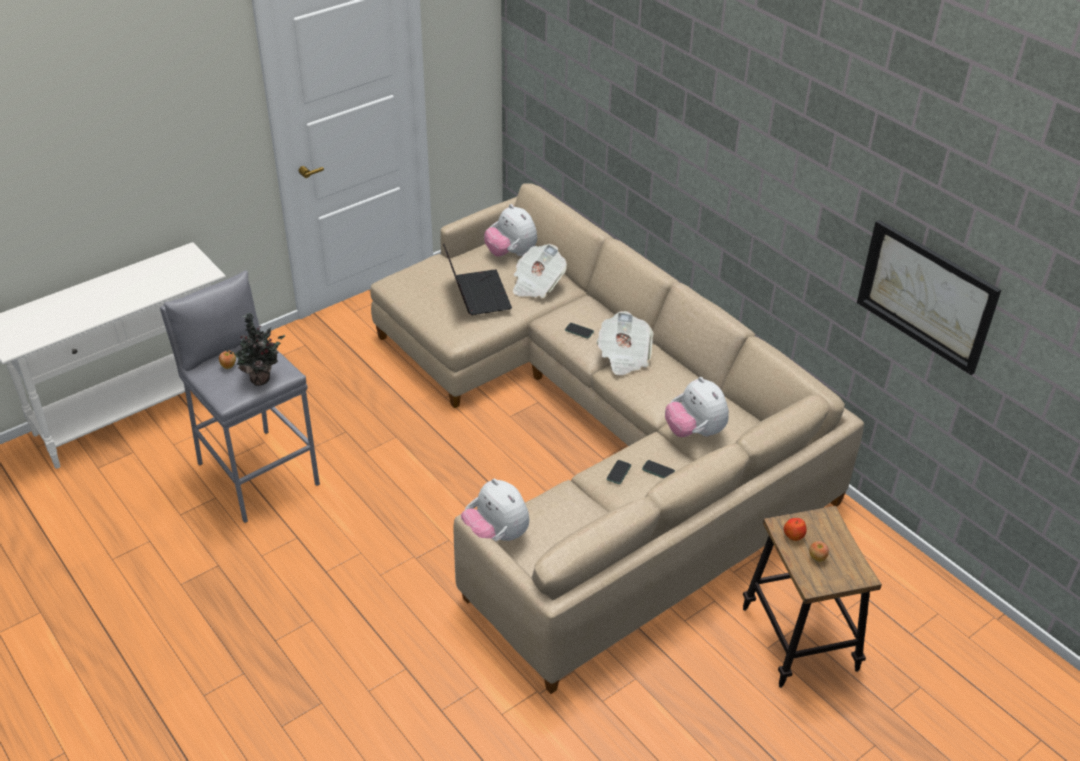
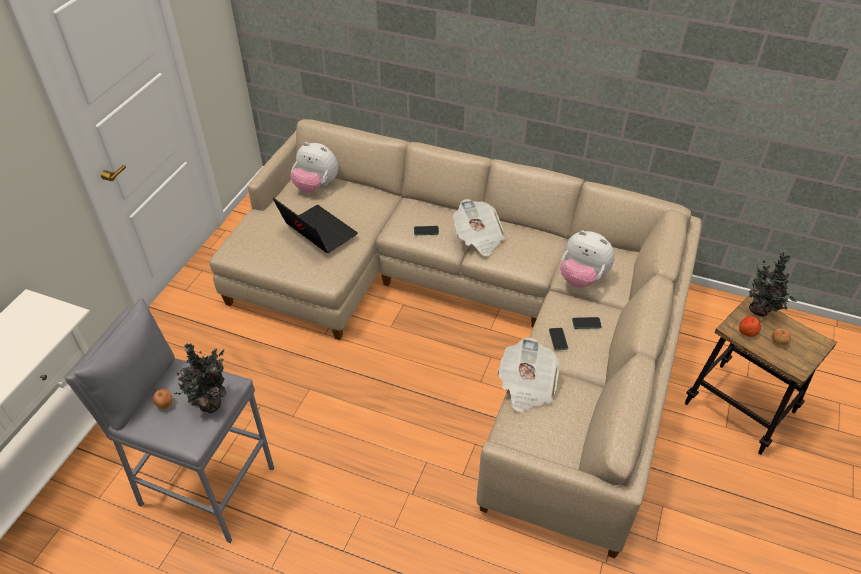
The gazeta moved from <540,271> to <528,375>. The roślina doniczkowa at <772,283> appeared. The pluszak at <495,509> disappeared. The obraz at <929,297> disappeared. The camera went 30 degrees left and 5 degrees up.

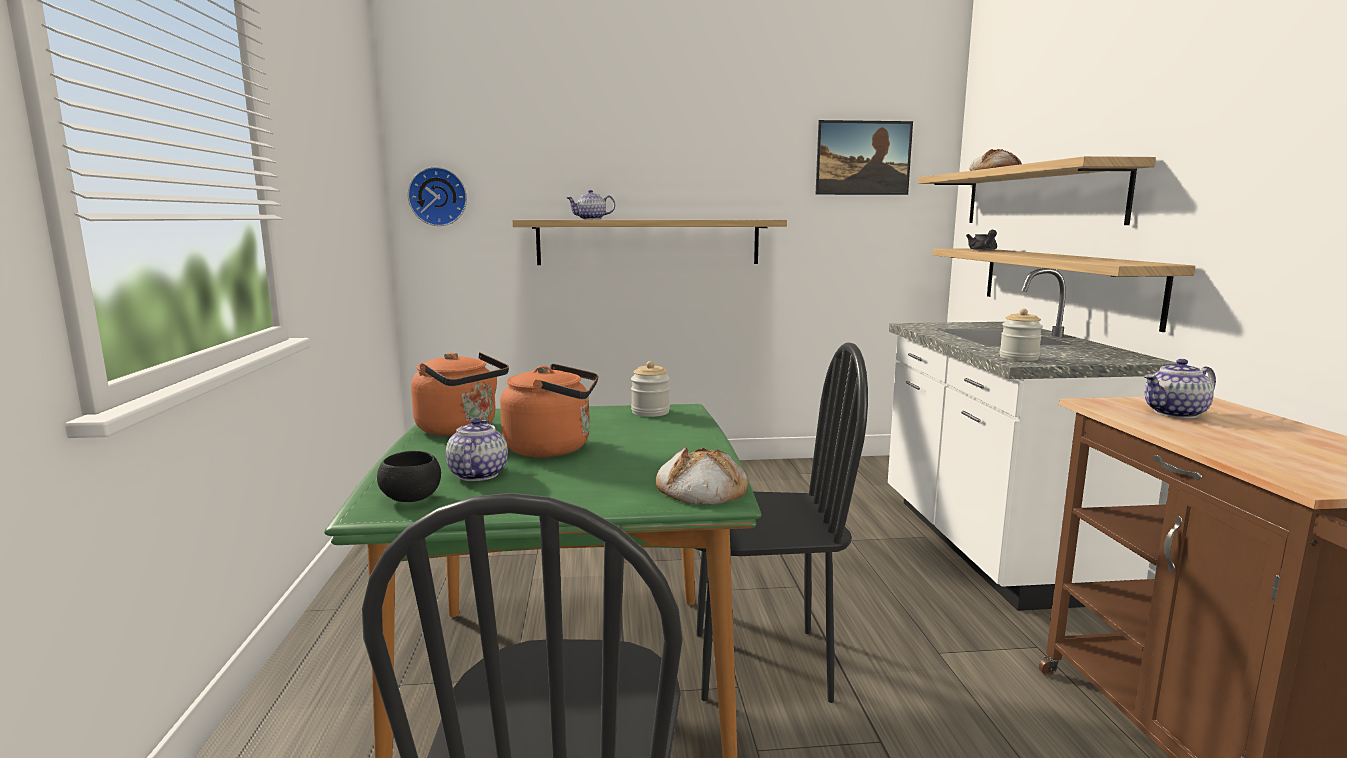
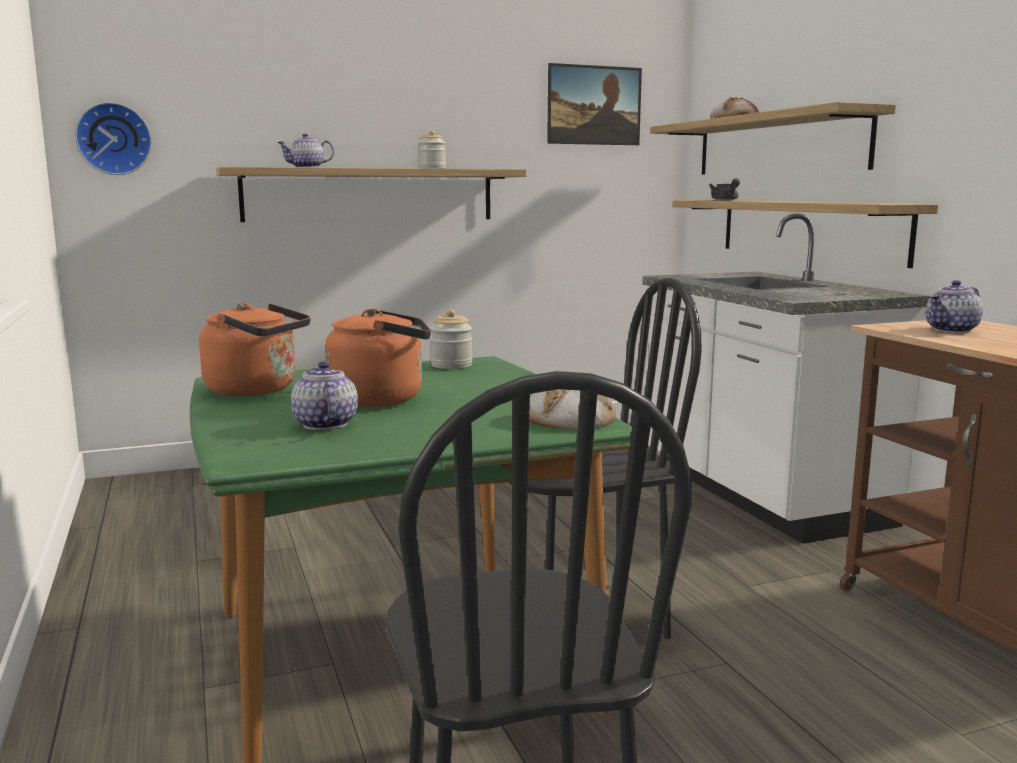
The słoik moved from <1021,335> to <432,149>. The miska (czarny) at <409,476> disappeared. The camera went 15 degrees left and 0 degrees up.

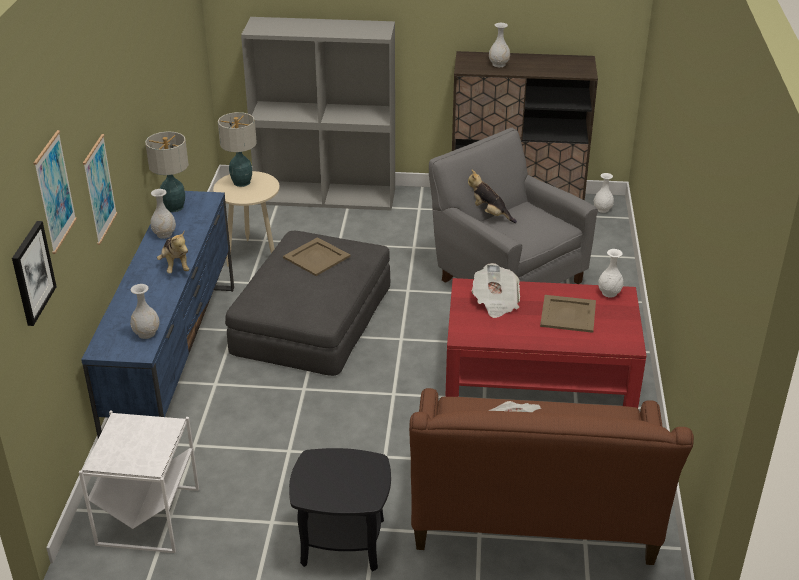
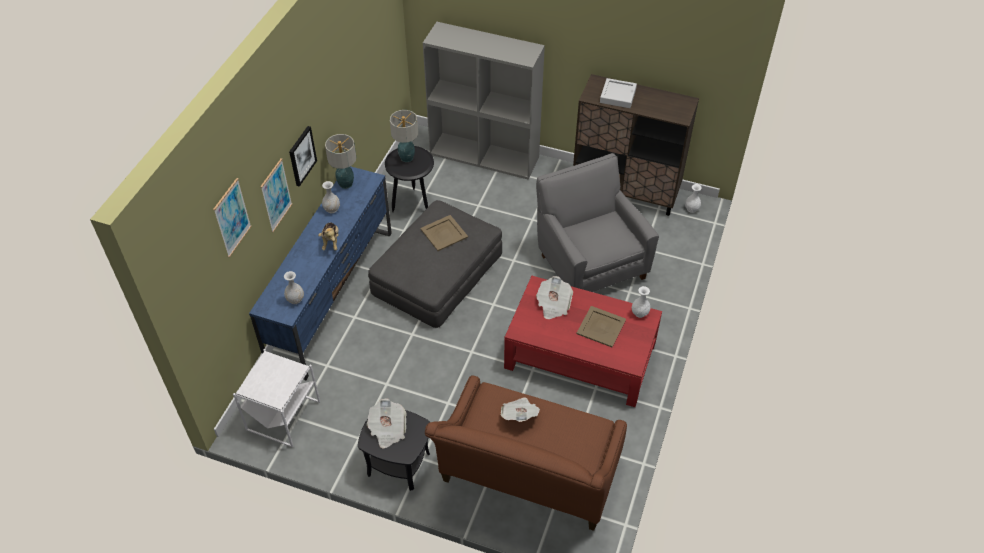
The obraz moved from <34,273> to <303,156>. The gazeta at <386,423> appeared. The stolik (beżowy) at <246,219> became the stolik (czarny) at <409,179>. The wazon (biały) at <499,45> was replaced by the taca (szary) at <618,93>. The pluszak at <492,196> disappeared. The camera went 15 degrees right and 15 degrees up.

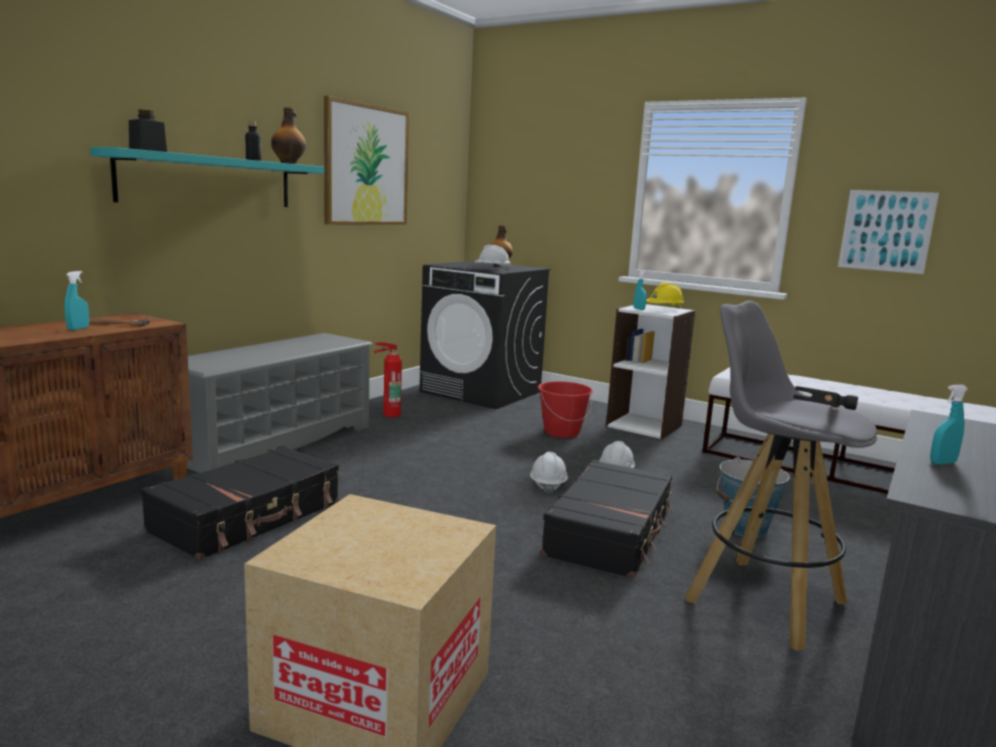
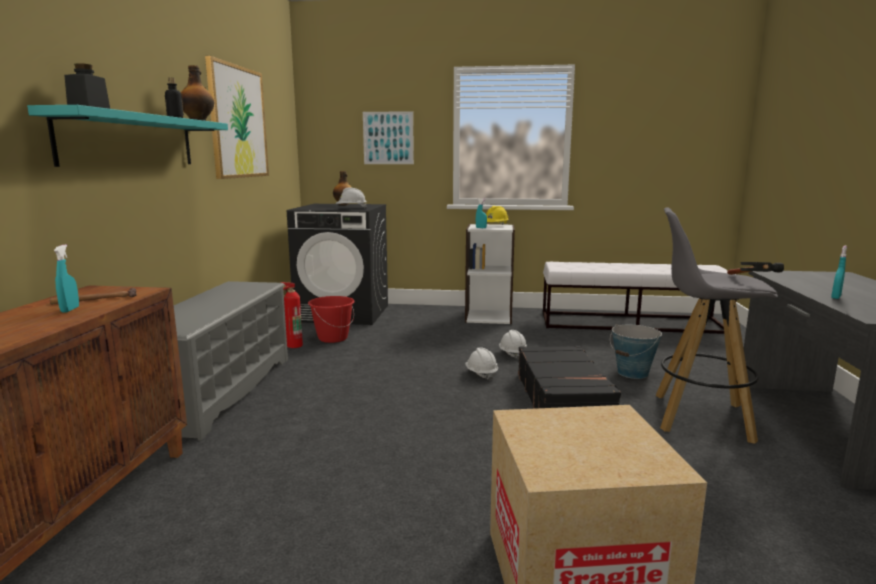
The wiadro (czerwony) moved from <565,409> to <331,319>. The obraz moved from <888,232> to <388,137>. The walizka (czarny) at <240,503> disappeared. The camera went 25 degrees left and 0 degrees up.

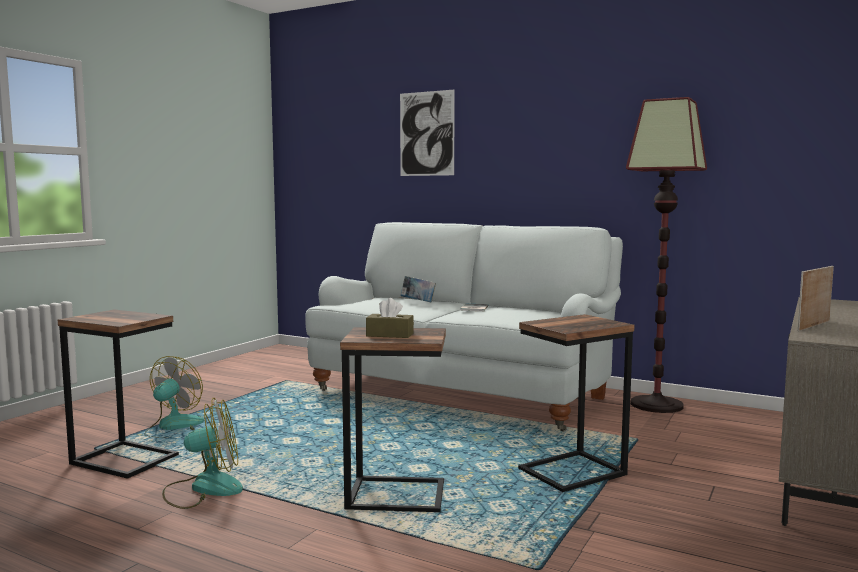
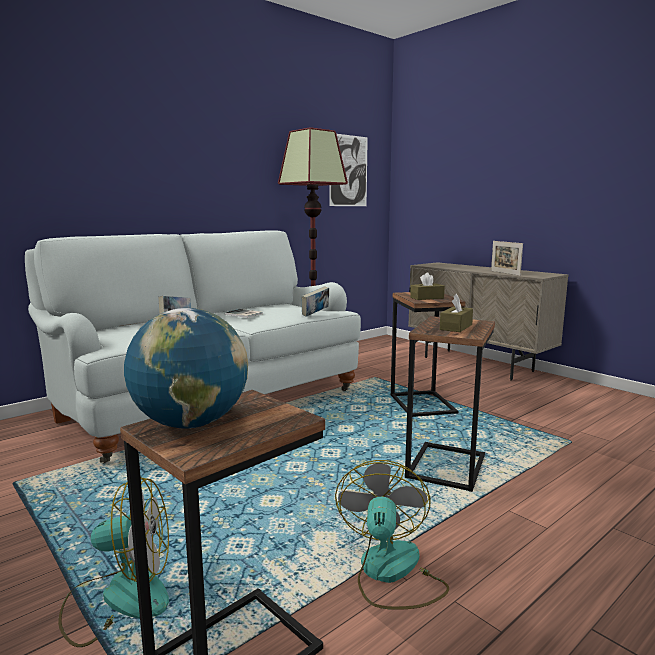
The wentylator at <174,397> turned 135 degrees clockwise. The globus at <186,368> appeared. The książka at <315,301> appeared. The obraz moved from <427,133> to <348,170>. The pudełko chusteczek (brązowy) at <427,286> appeared. The camera went 70 degrees left and 5 degrees up.

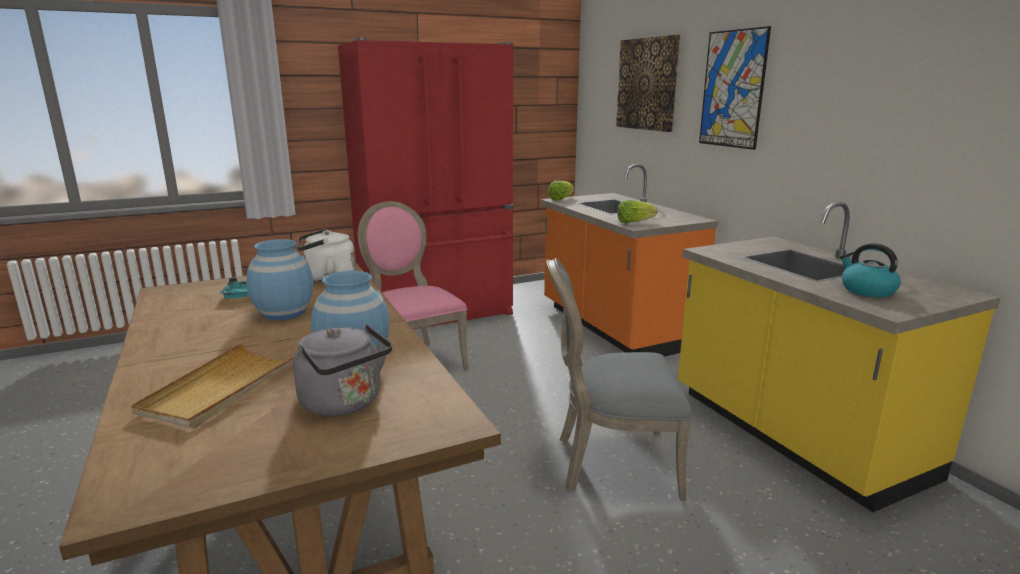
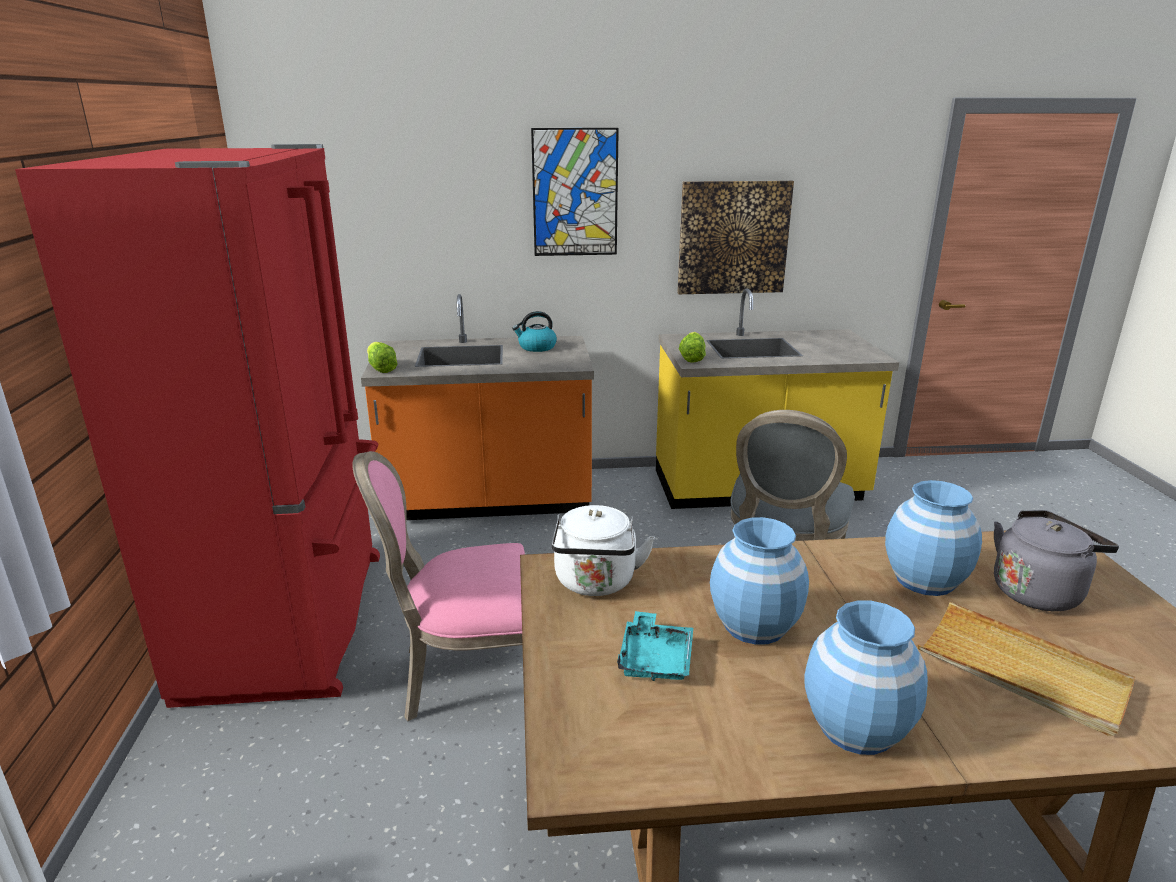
The czajnik moved from <870,270> to <534,331>. The obraz moved from <648,83> to <735,237>. The sałata moved from <637,211> to <692,347>. The wazon (niebieski) at <866,677> appeared. The camera went 70 degrees left and 5 degrees up.

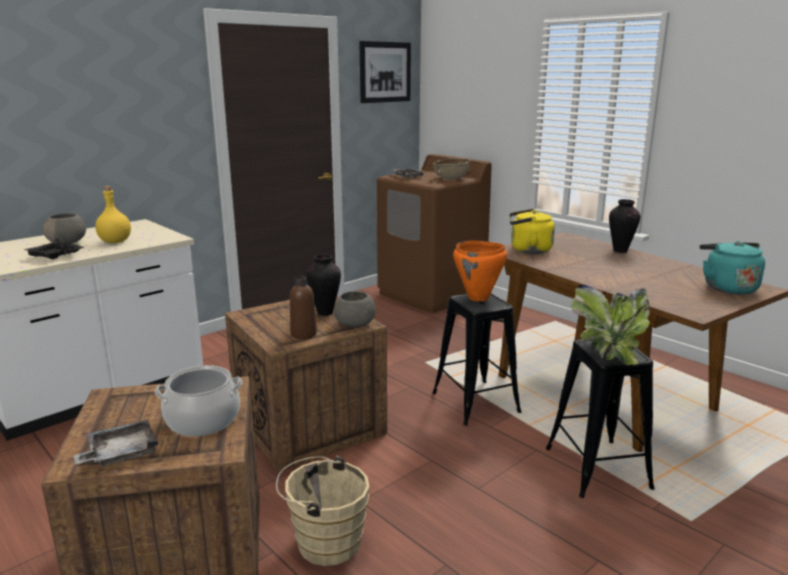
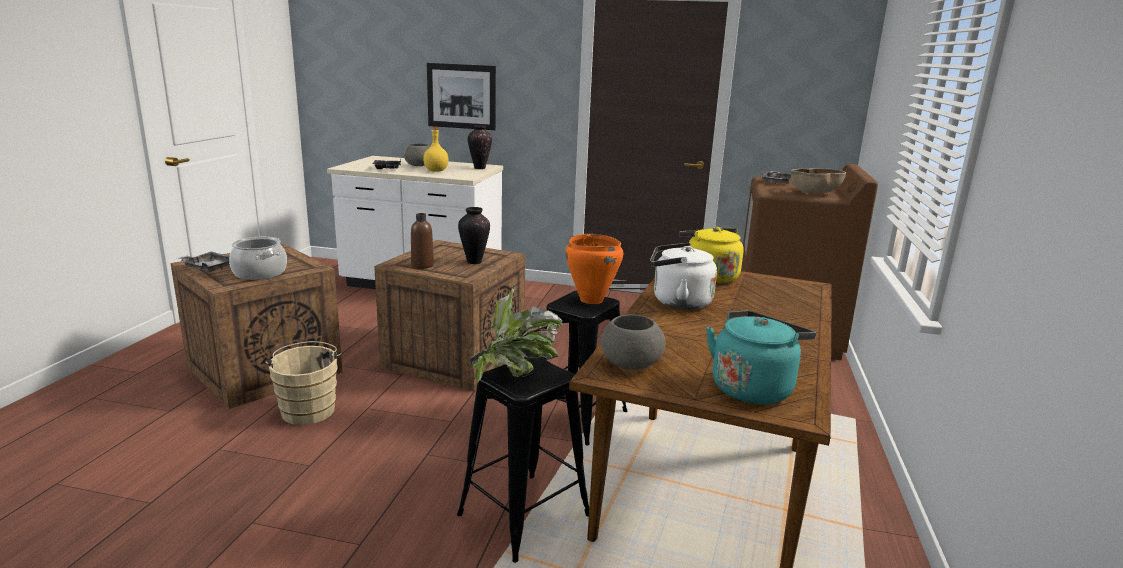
The obraz moved from <385,72> to <461,96>. The wazon moved from <624,226> to <480,147>. The miska (szary) moved from <355,309> to <633,342>. The czajnik (biały) at <683,276> appeared. The camera went 55 degrees right and 0 degrees up.

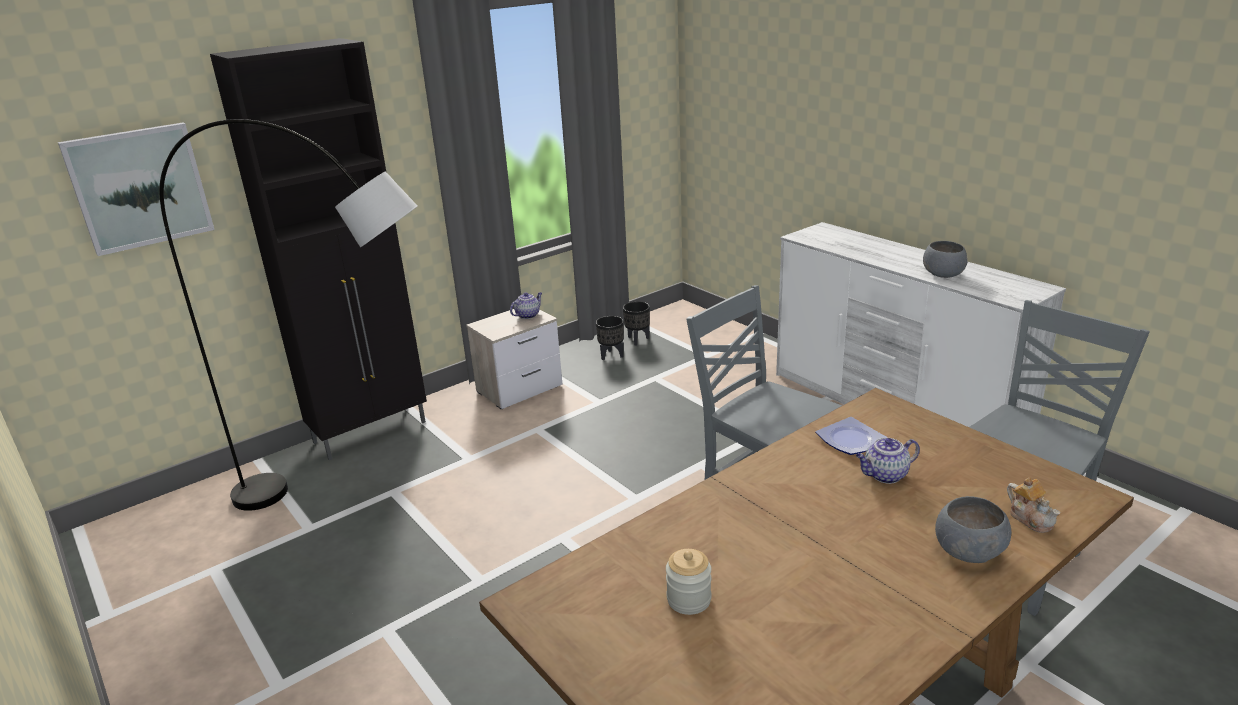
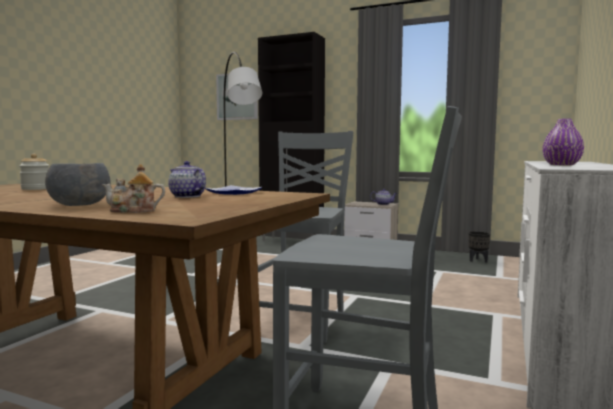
The imbryk at <1034,505> turned 45 degrees clockwise. The miska (szary) at <945,259> was replaced by the wazon (fioletowy) at <563,142>. The donica (czarny) at <610,338> disappeared. The camera went 60 degrees right and 20 degrees down.

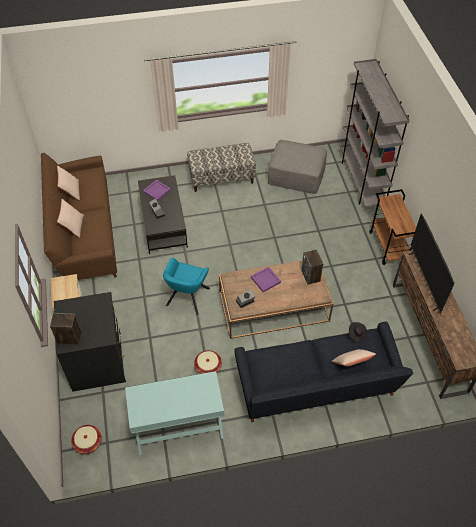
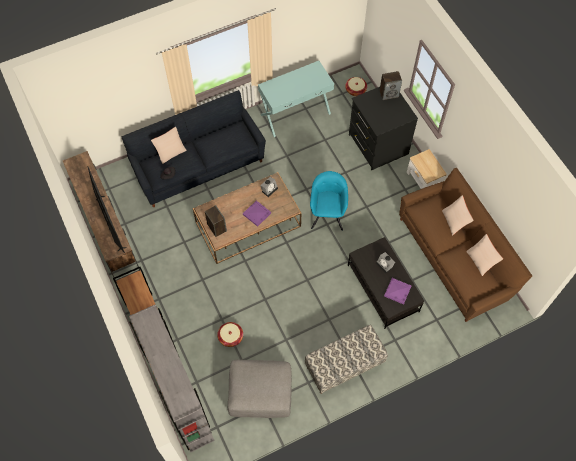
The koszyk moved from <208,362> to <230,334>. The camera went 165 degrees right and 10 degrees up.

